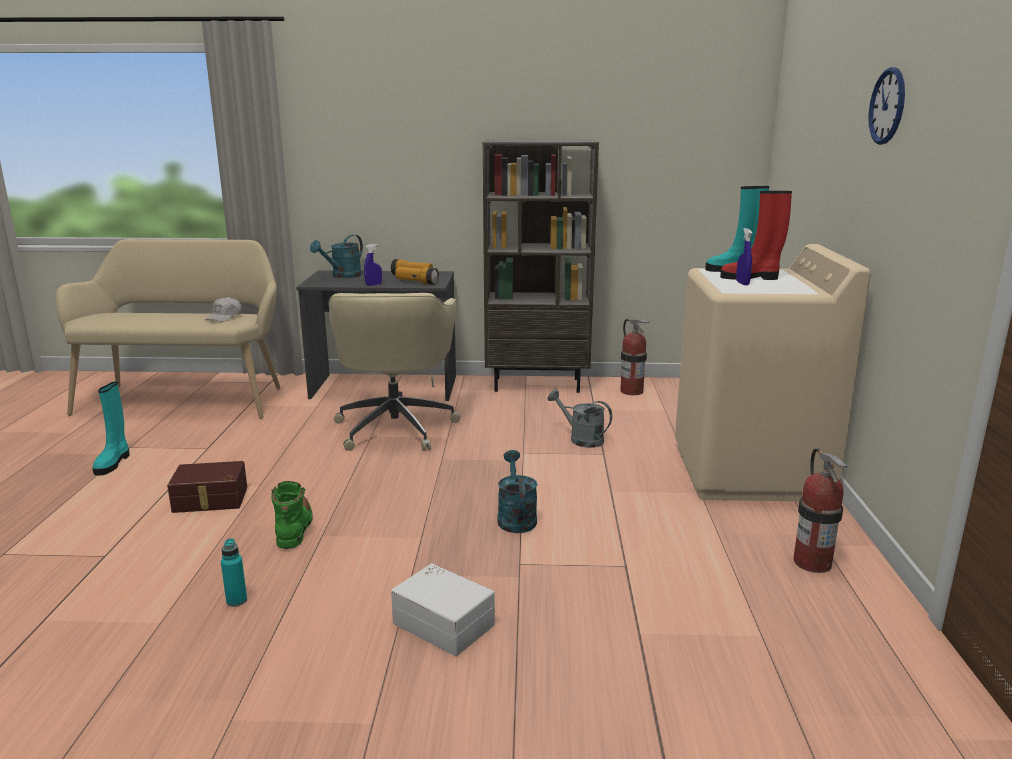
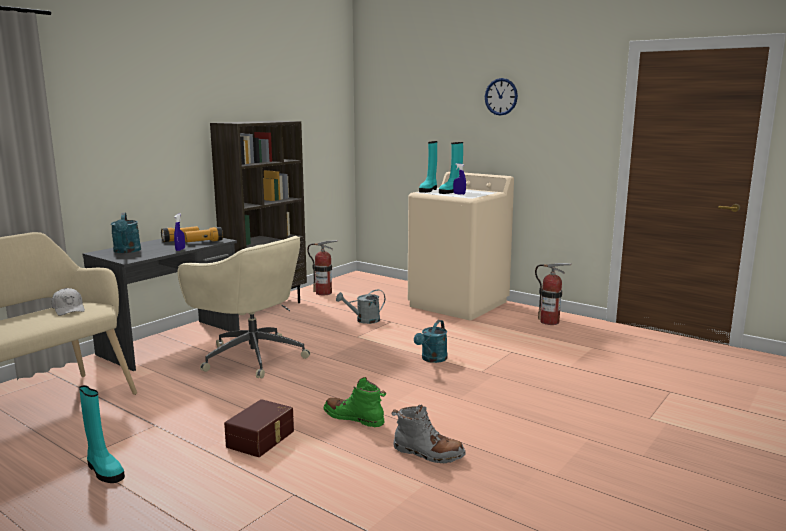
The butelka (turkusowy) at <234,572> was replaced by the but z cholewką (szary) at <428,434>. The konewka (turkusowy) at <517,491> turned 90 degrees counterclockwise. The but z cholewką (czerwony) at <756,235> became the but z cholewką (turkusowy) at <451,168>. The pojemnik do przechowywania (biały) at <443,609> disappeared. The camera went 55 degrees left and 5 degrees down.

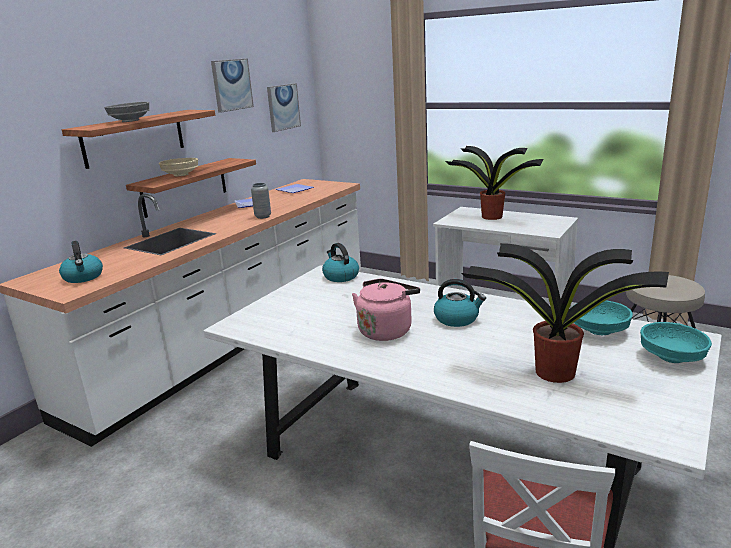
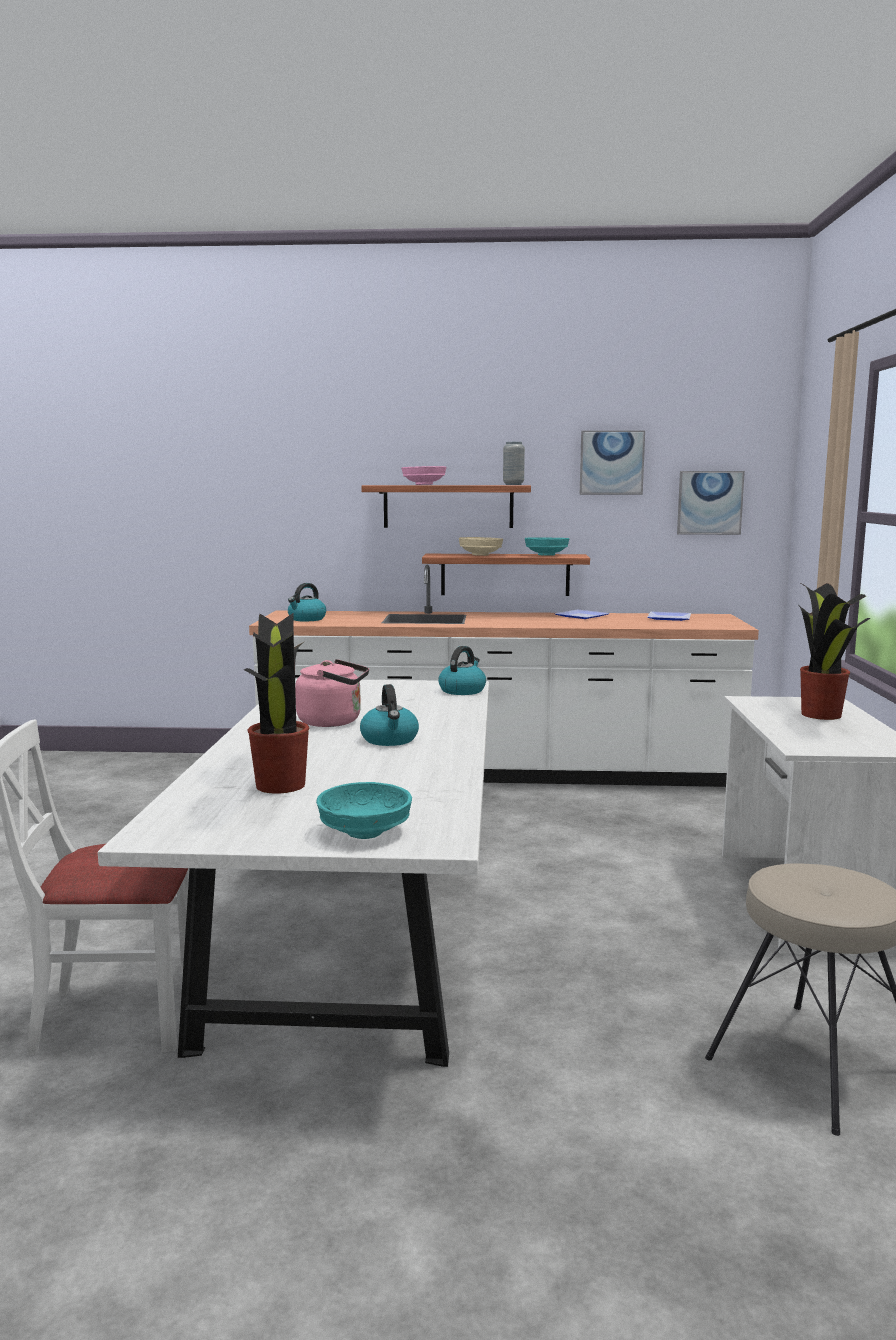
The miska (szary) at <127,112> became the miska (różowy) at <423,475>. The wazon (szary) moved from <261,201> to <514,463>. The miska (turkusowy) moved from <603,317> to <547,546>. The camera went 60 degrees right and 10 degrees down.

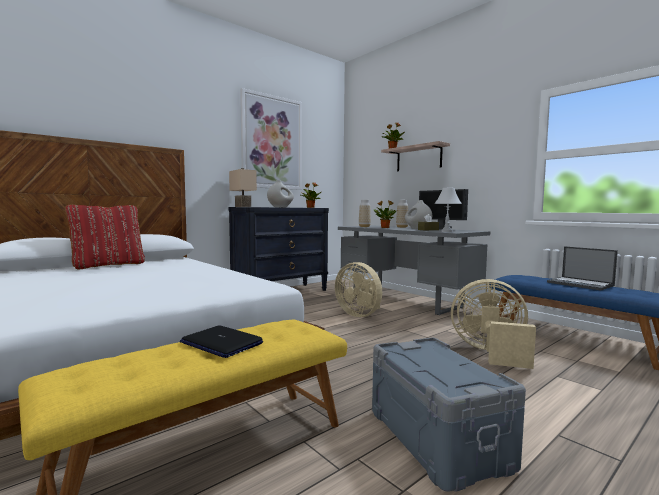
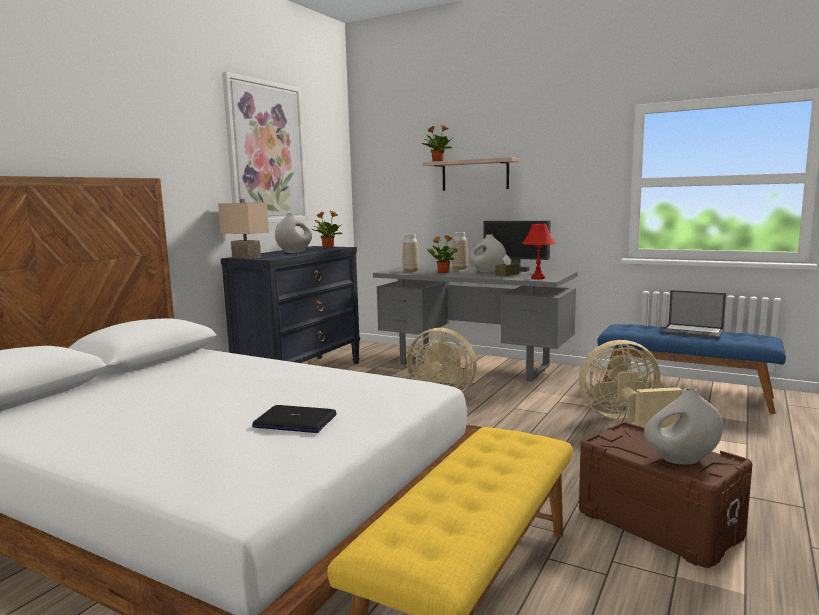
The laptop moved from <221,341> to <294,419>. The lampa stołowa (biały) at <448,209> became the lampa stołowa (czerwony) at <539,251>. The pojemnik do przechowywania (szary) at <449,414> became the pojemnik do przechowywania (brązowy) at <665,495>. The wazon (biały) at <683,426> appeared. The poduszka (czerwony) at <105,237> disappeared. The camera went 20 degrees left and 5 degrees up.

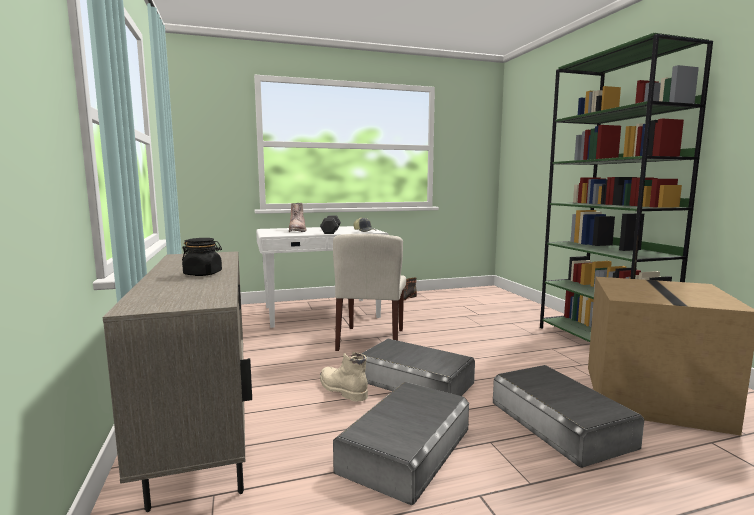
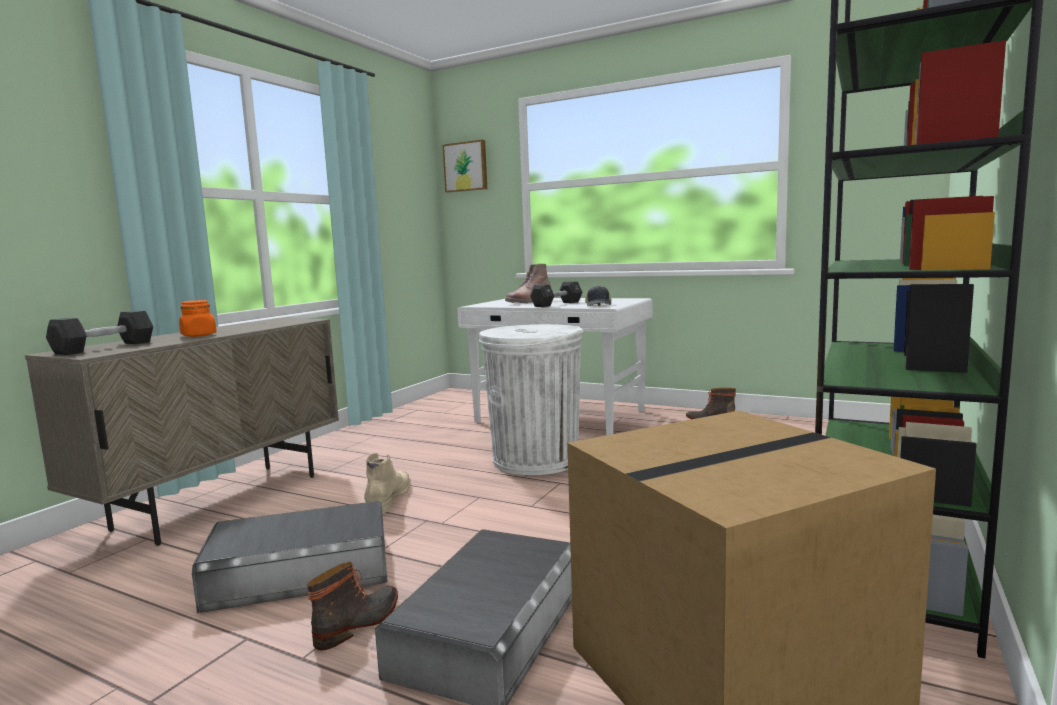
The hantel (czarny) at <99,333> appeared. The słoik (czarny) at <202,257> became the słoik (pomarańczowy) at <197,318>. The but z cholewką at <352,606> appeared. The obraz at <465,166> appeared. The krzesło (beżowy) at <369,292> was replaced by the kosz na śmieci (biały) at <531,399>. The pojemnik do przechowywania (szary) at <418,367> disappeared. The camera went 45 degrees right and 0 degrees up.

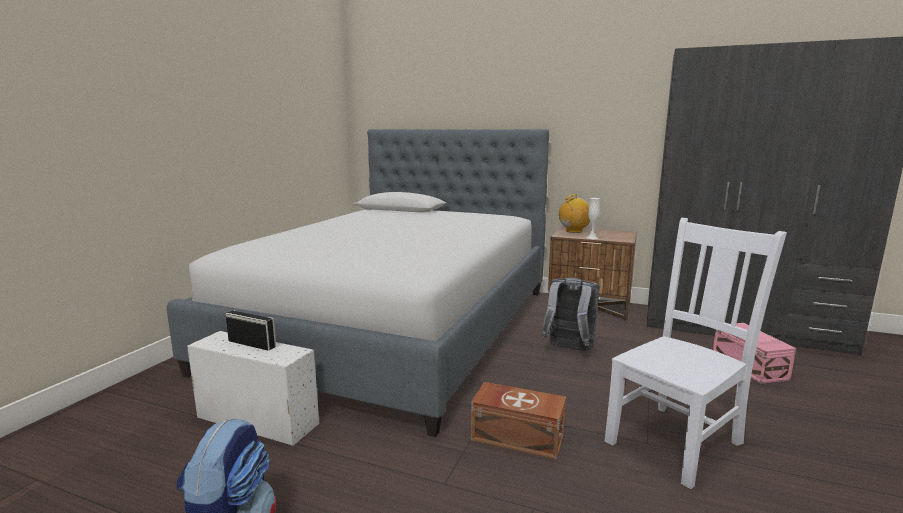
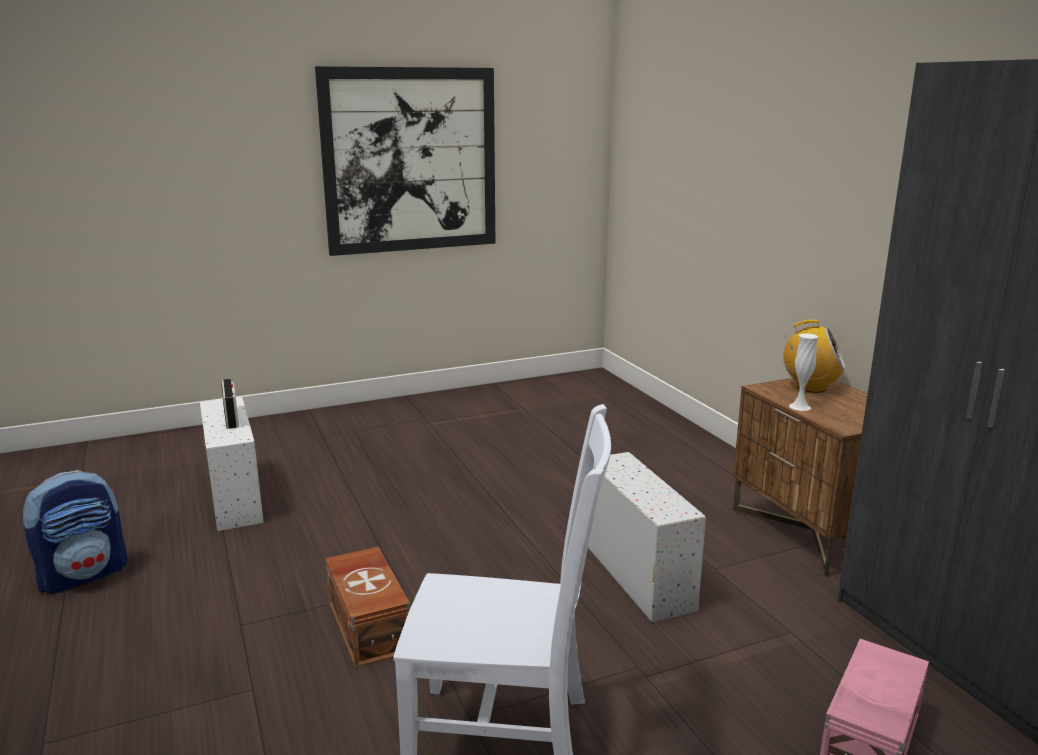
The obraz at <405,161> appeared. The plecak (szary) at <570,314> was replaced by the pojemnik do przechowywania (biały) at <647,537>. The łóżko at <358,283> disappeared. The camera went 45 degrees right and 5 degrees up.

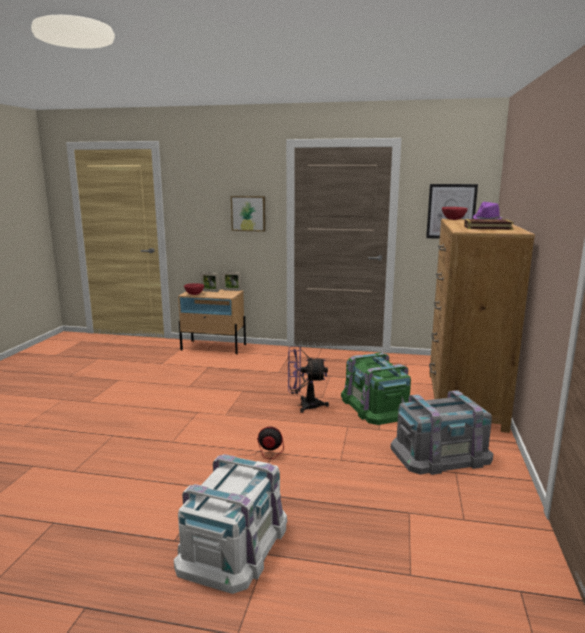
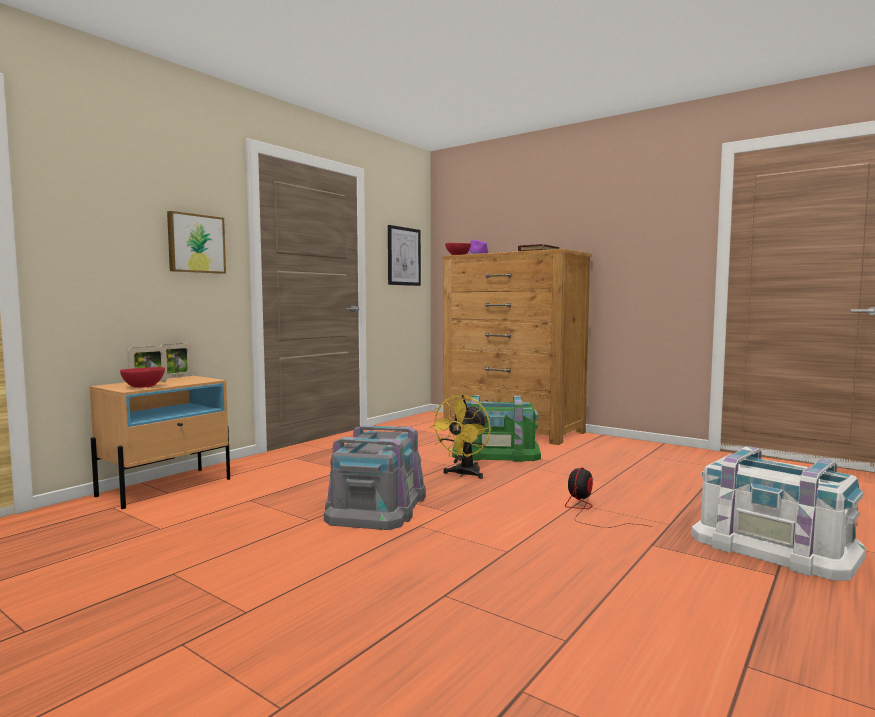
The pojemnik do przechowywania (szary) moved from <442,432> to <375,477>. The wentylator (fioletowy) at <308,379> became the wentylator (żółty) at <460,437>. The camera went 65 degrees left and 10 degrees down.

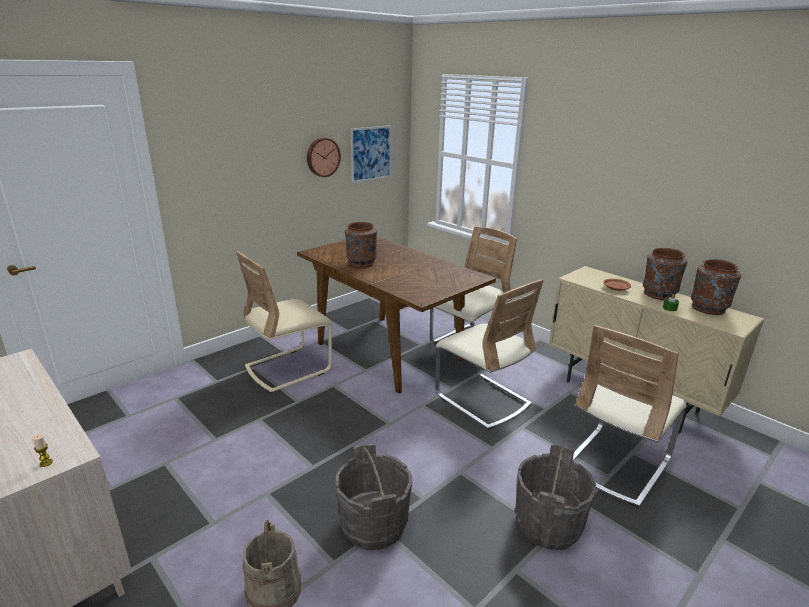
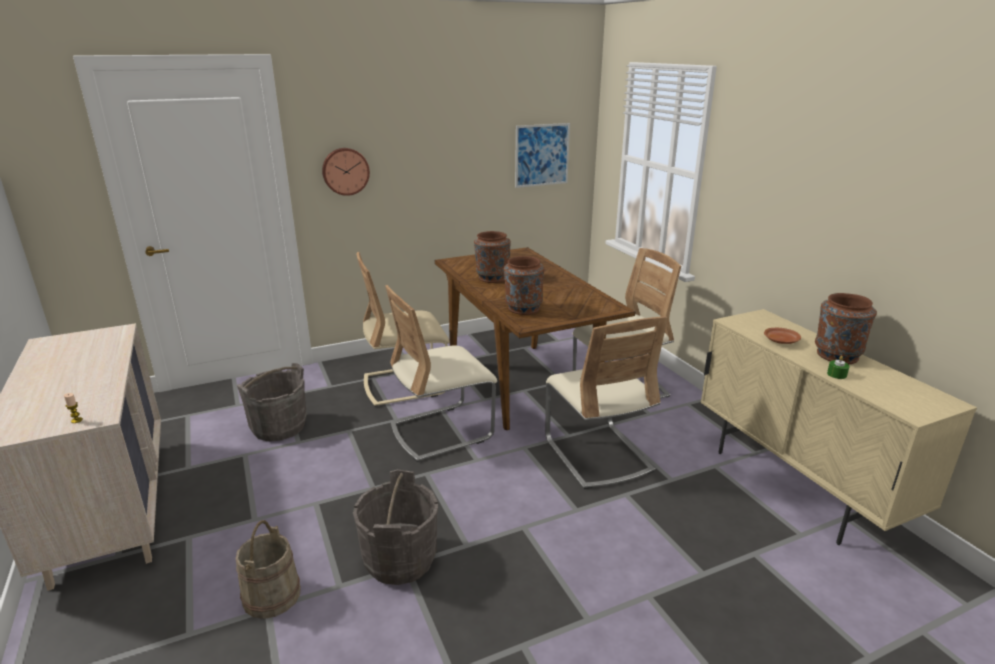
The wiadro (szary) moved from <555,497> to <272,402>. The zegar ścienny moved from <324,157> to <346,172>. The krzesło (beżowy) moved from <629,416> to <441,373>. The wazon (brązowy) moved from <716,287> to <524,285>. The camera went 20 degrees right and 0 degrees up.

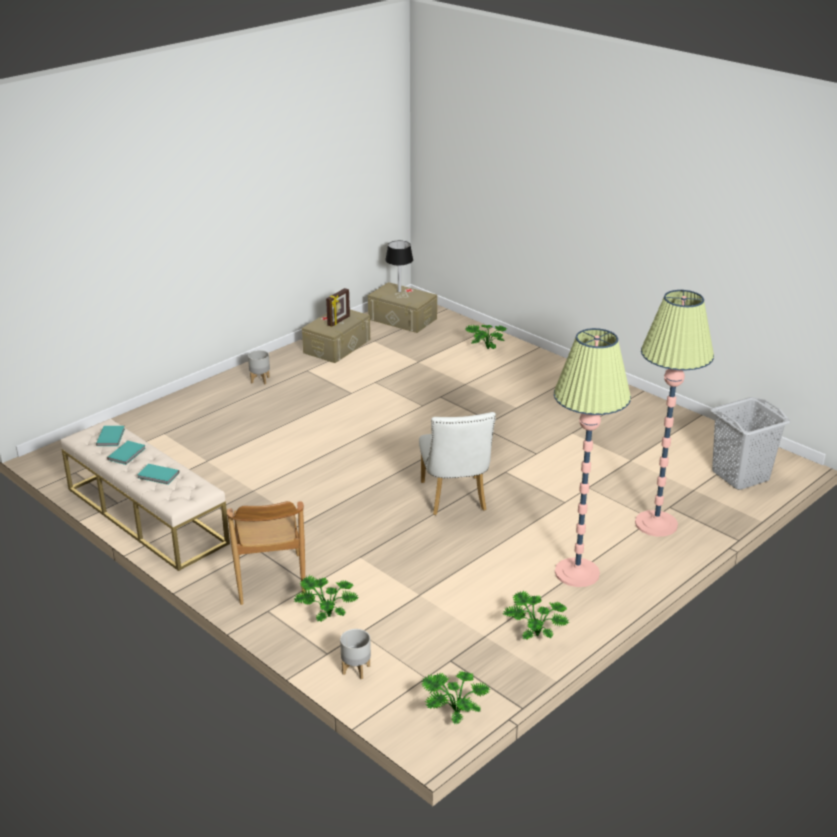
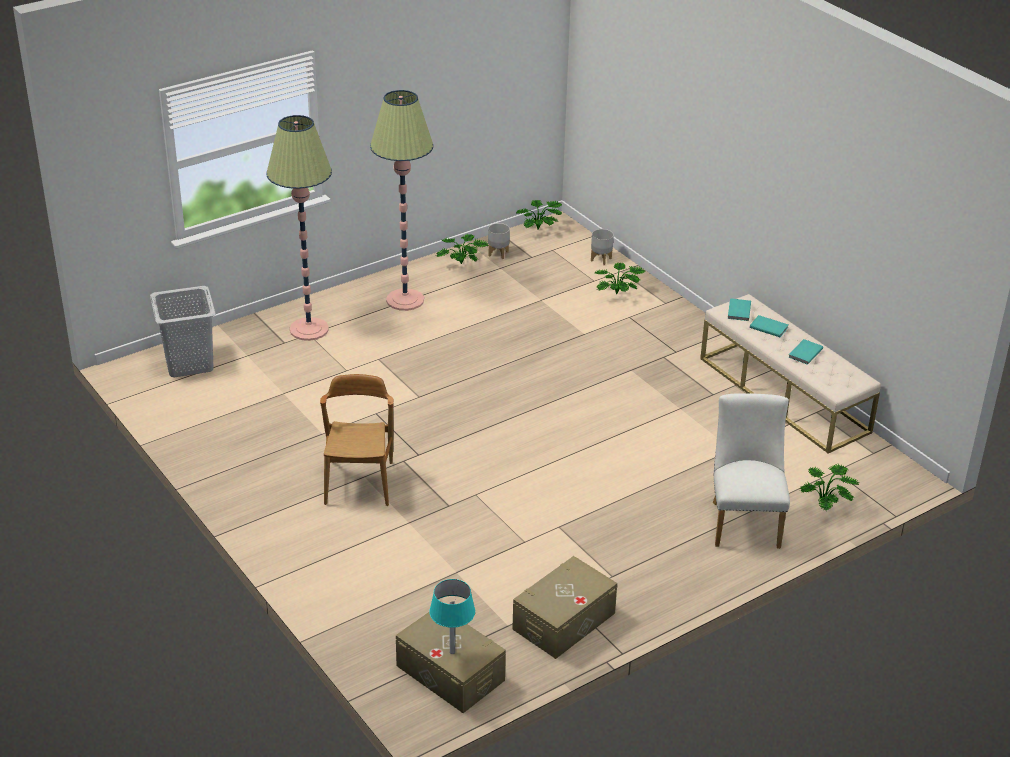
The krzesło (brązowy) moved from <266,553> to <357,440>. The lampa stołowa (czarny) at <399,266> became the lampa stołowa (turkusowy) at <452,616>. The donica (szary) moved from <259,367> to <499,241>. The krzesło (biały) moved from <457,463> to <751,471>. The książka (turkusowy) moved from <110,436> to <739,309>. The roślina doniczkowa moved from <486,337> to <829,487>. The ramka na zdjęcie at <338,307> disappeared. The camera went 170 degrees left and 5 degrees up.

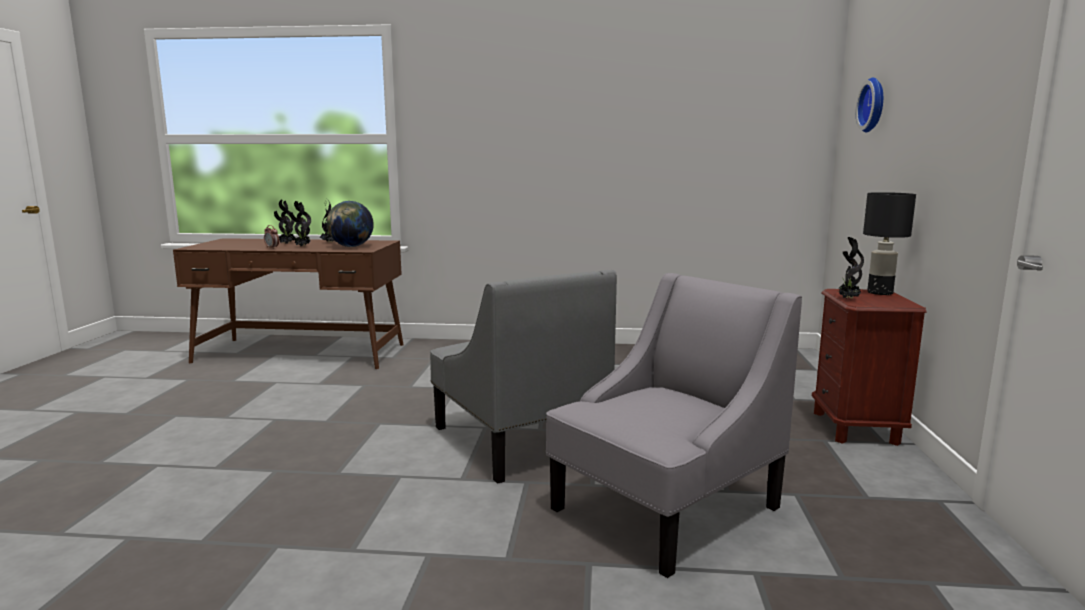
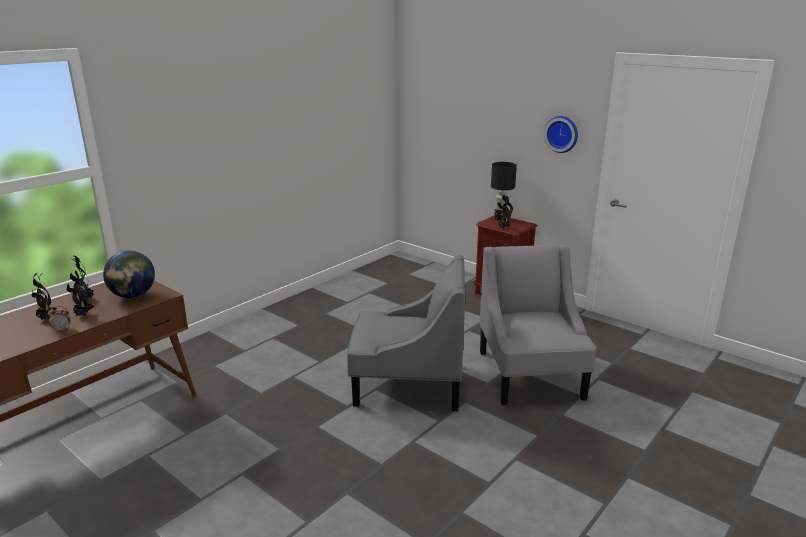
The zegar ścienny moved from <869,105> to <561,134>. The camera went 55 degrees left and 10 degrees up.

